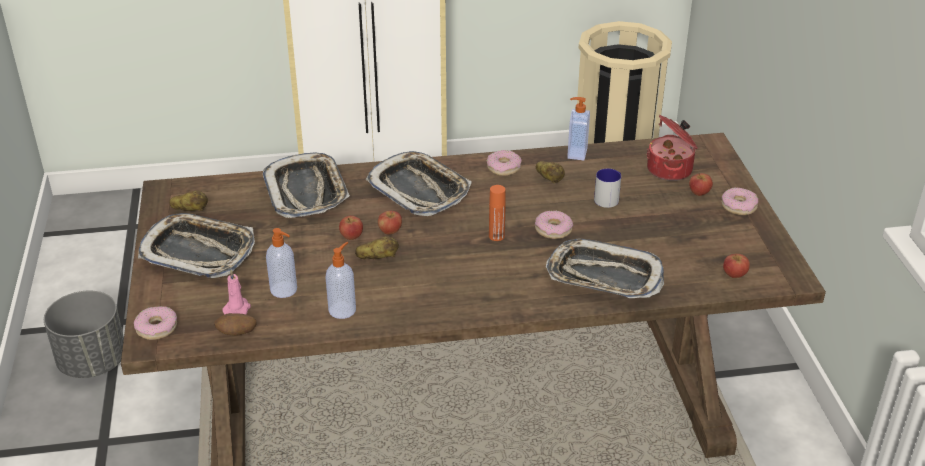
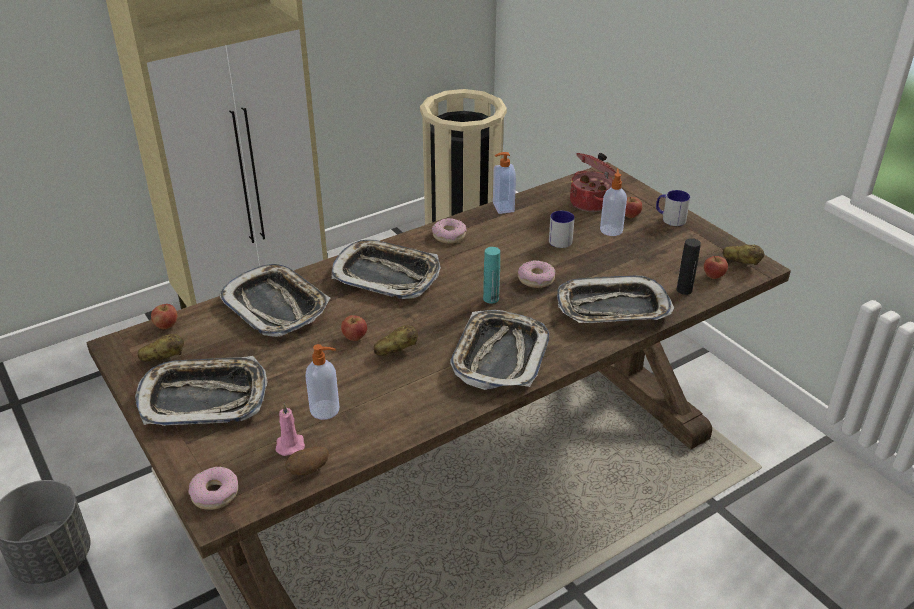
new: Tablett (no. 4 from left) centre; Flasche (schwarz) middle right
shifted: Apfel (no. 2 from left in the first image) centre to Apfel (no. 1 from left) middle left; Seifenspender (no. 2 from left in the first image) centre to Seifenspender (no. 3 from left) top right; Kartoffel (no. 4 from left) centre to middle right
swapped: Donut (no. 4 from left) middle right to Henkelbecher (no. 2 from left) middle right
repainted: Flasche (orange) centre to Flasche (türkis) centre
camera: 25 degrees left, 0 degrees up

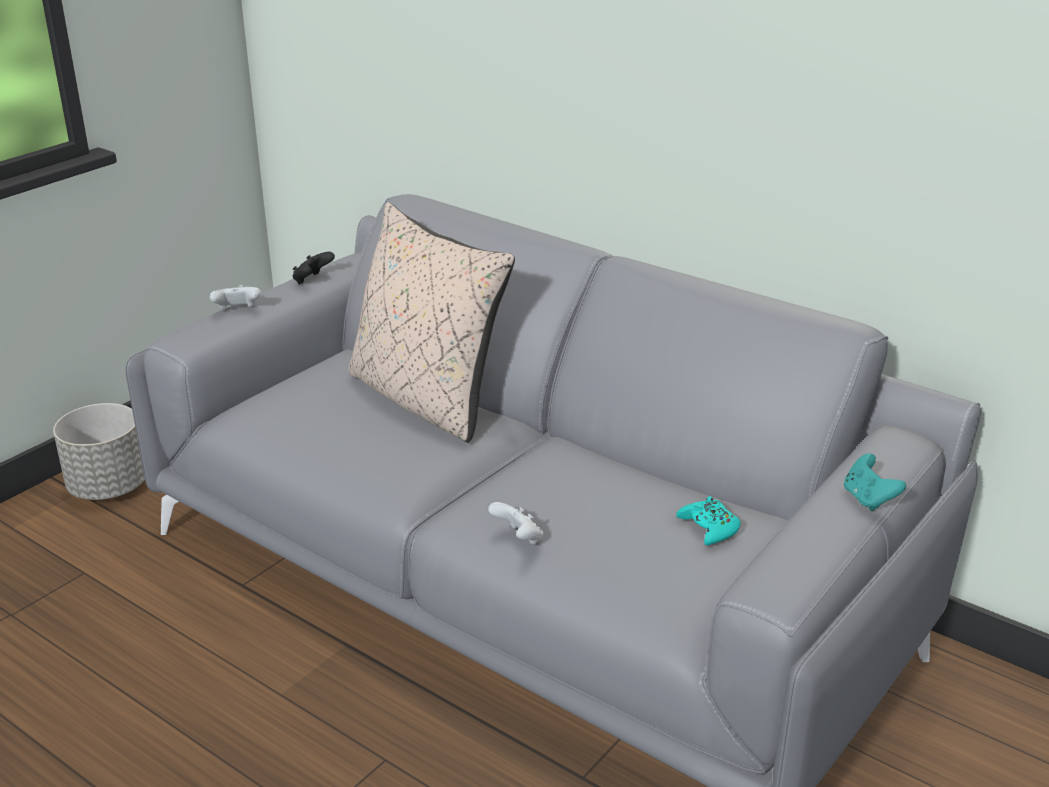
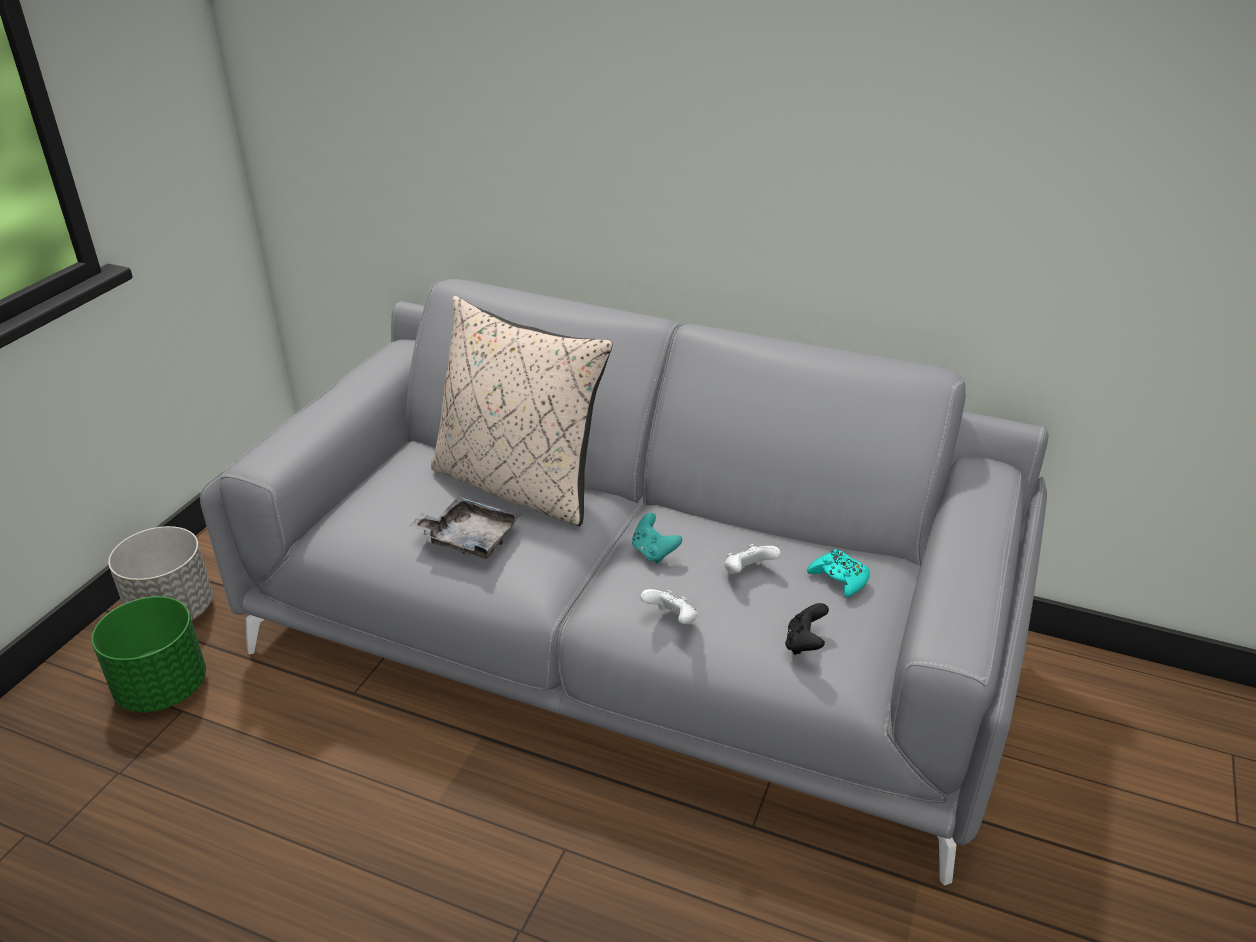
new: Pflanzkübel (grün) bottom left; Tablett (grau) centre
shifted: Gamepad (türkis) (no. 2 from left in the first image) middle right to Gamepad (türkis) (no. 1 from left) centre; Gamepad (weiß) (no. 1 from left in the first image) middle left to Gamepad (weiß) (no. 2 from left) centre; Gamepad (schwarz) middle left to bottom centre
camera: 15 degrees left, 5 degrees up

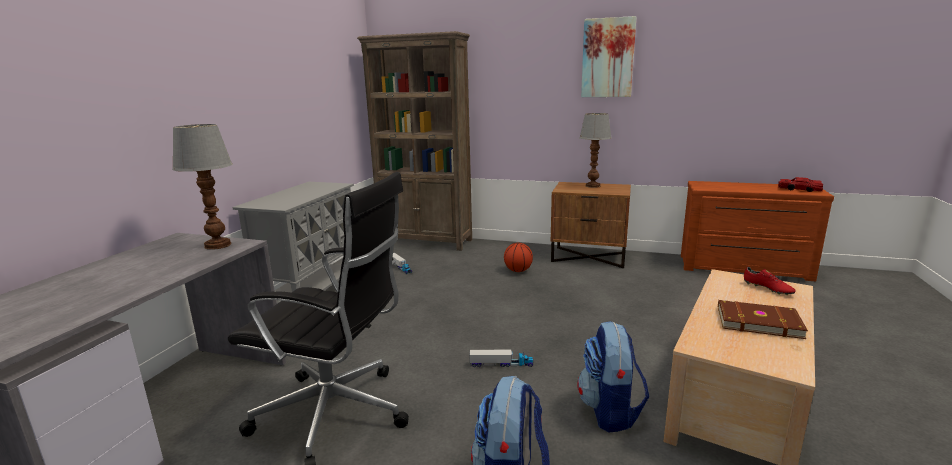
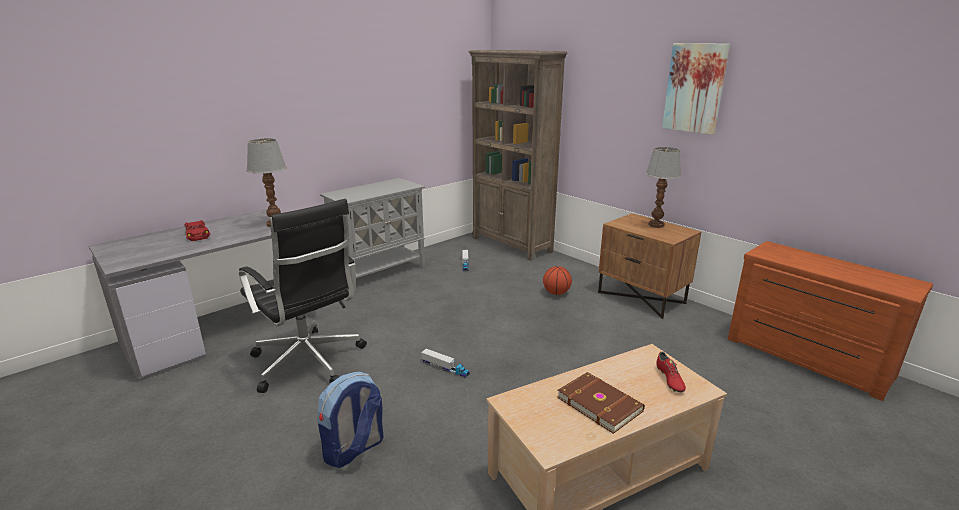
gone: Rucksack (no. 2 from left) bottom centre
shifted: Spielzeugauto (rot) middle right to middle left
camera: 30 degrees right, 5 degrees up

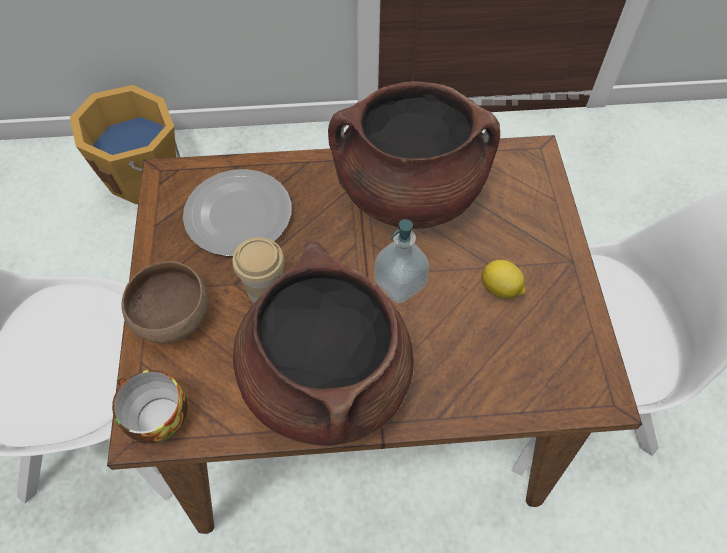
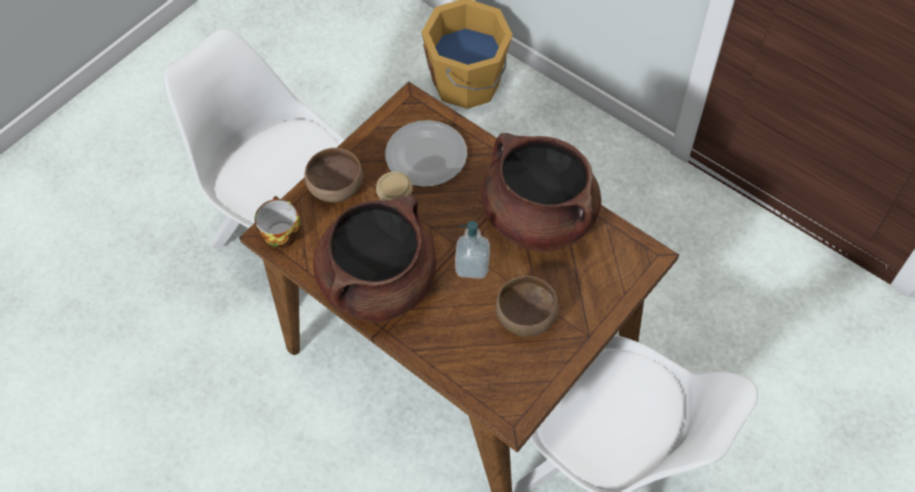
swapped: Zitrone middle right to Schüssel (braun) (no. 2 from left) centre
camera: 45 degrees right, 0 degrees up

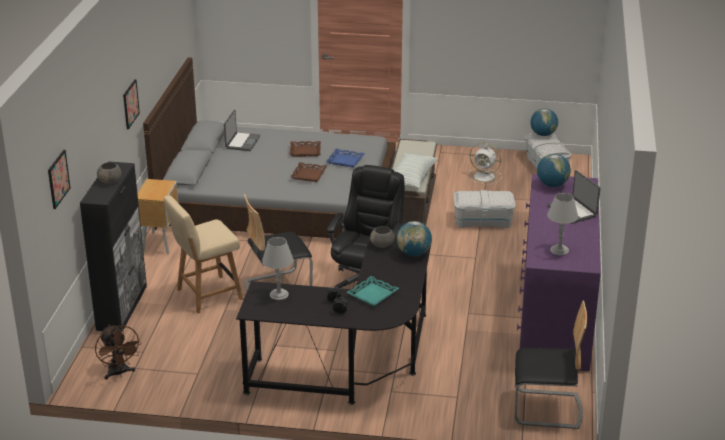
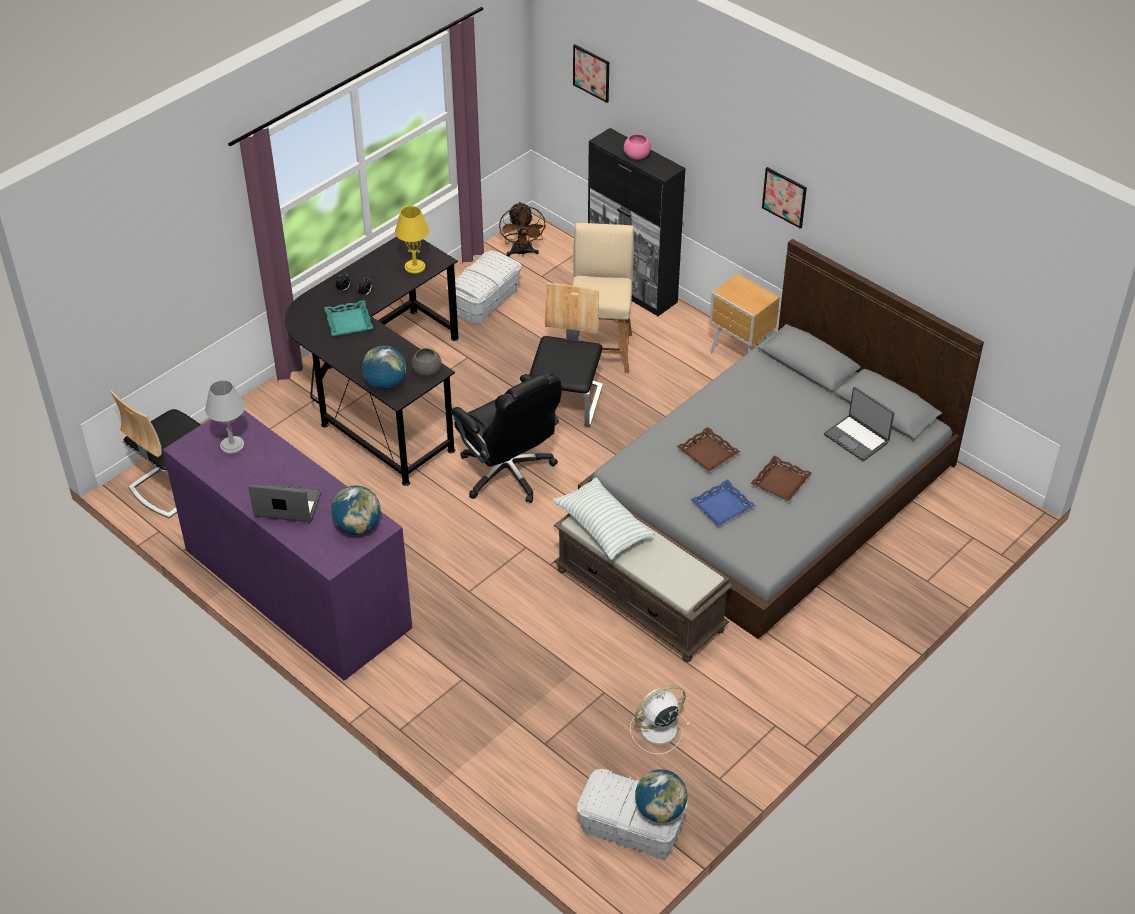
shifted: Aufbewahrungsbox (weiß) (no. 1 from left) middle right to top centre
repainted: Tischlampe (grau) (no. 1 from left) centre to Tischlampe (gelb) top centre; Schüssel (grau) (no. 1 from left) middle left to Schüssel (rosa) top centre
rotated: Ventilator (braun) bottom left = top centre 105 degrees counterclockwise
camera: 125 degrees right, 15 degrees up

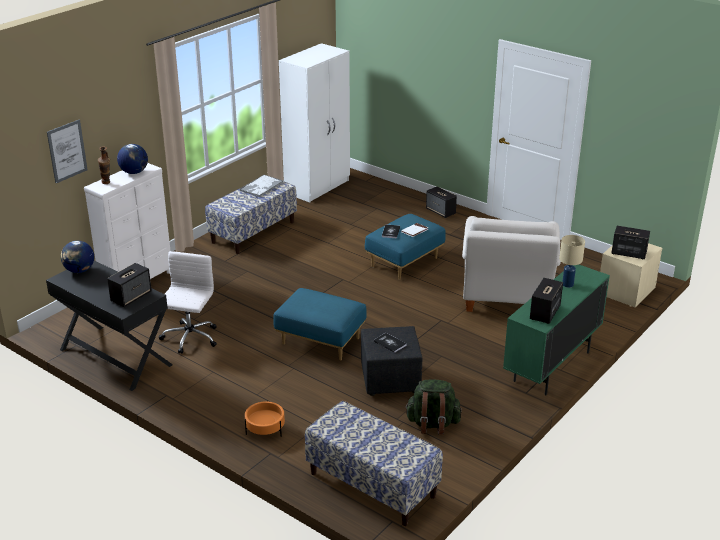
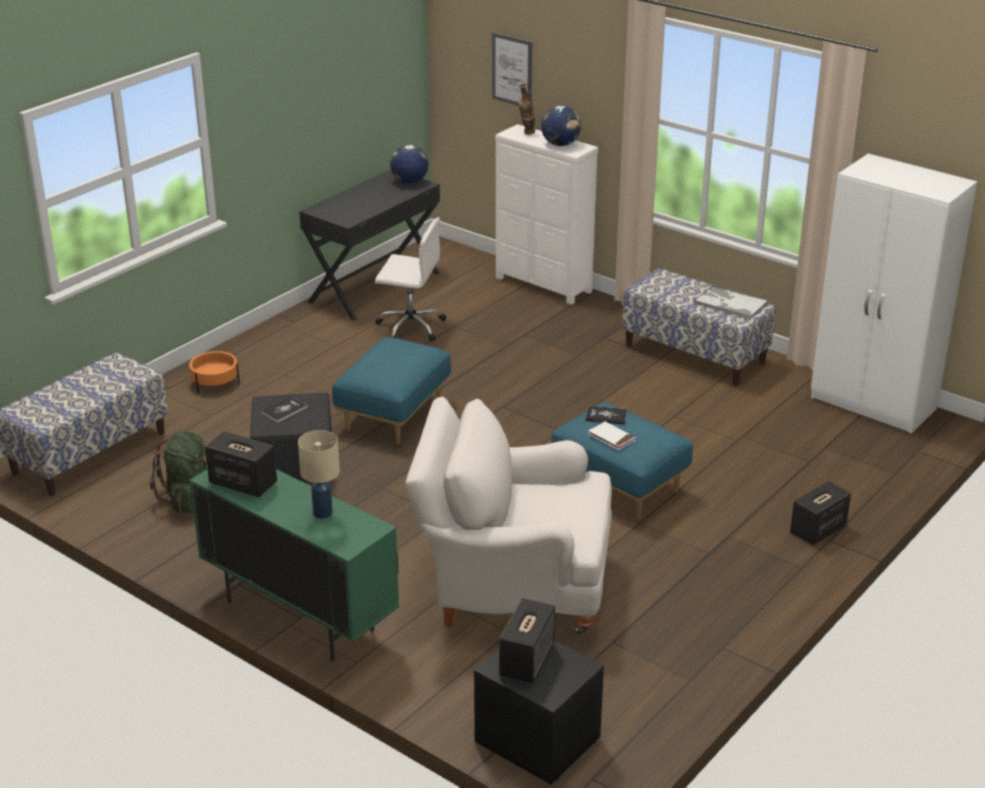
gone: Lautsprecher (no. 1 from left) middle left
repainted: Nachttisch (beige) middle right to Nachttisch (schwarz) bottom centre
camera: 90 degrees right, 0 degrees up

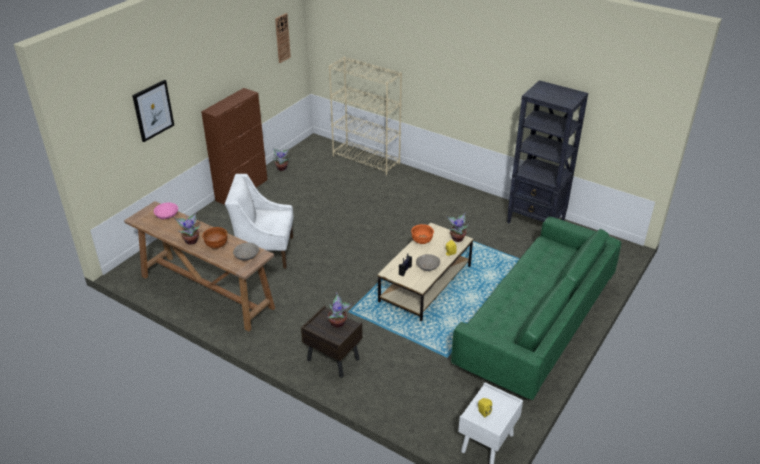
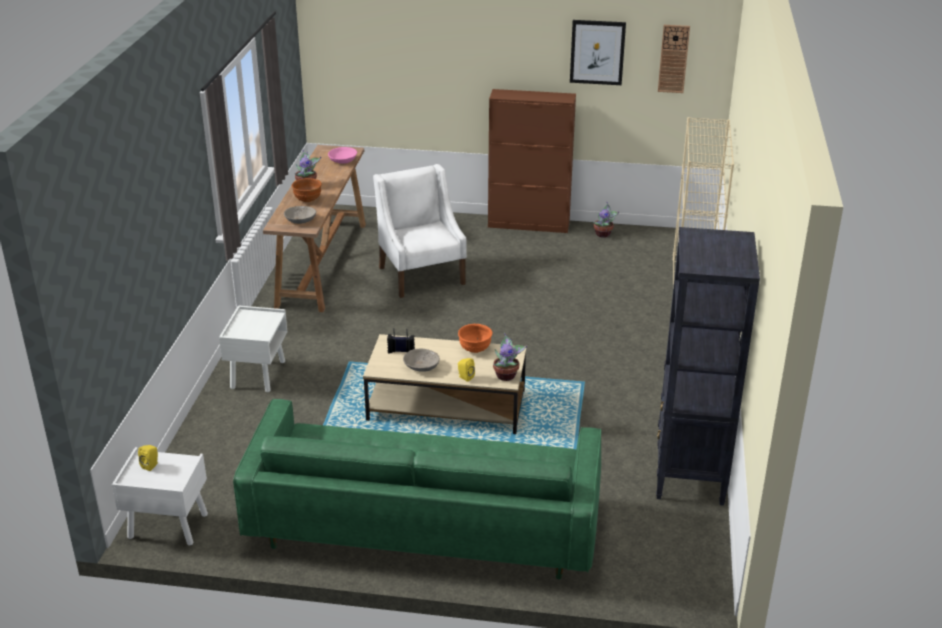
gone: Topfpflanze (no. 3 from left) bottom centre
shifted: Bild top left to top centre
repainted: Nachttisch (braun) bottom centre to Nachttisch (weiß) (no. 2 from left) middle left
camera: 65 degrees right, 5 degrees down

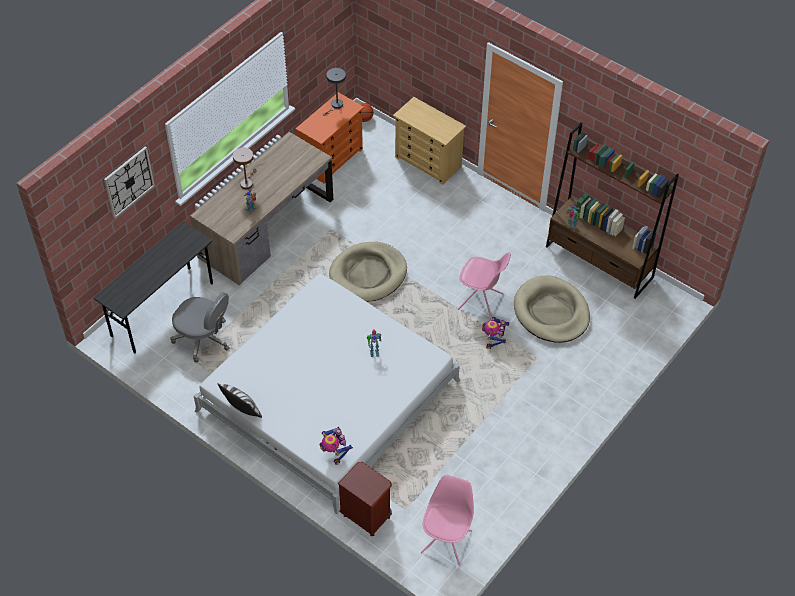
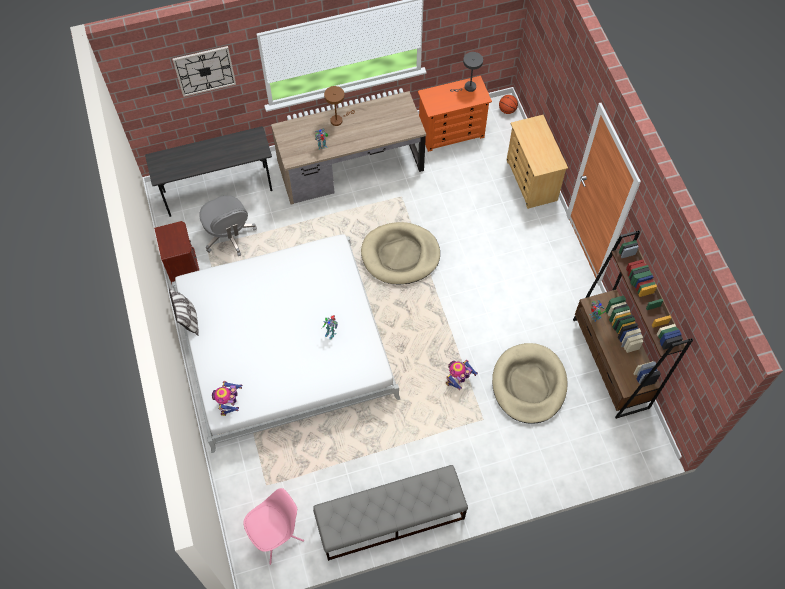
gone: Stuhl (rosa) (no. 2 from left) centre
new: Bank (grau) bottom centre
shifted: Nachttisch (braun) bottom centre to middle left
camera: 35 degrees right, 10 degrees up

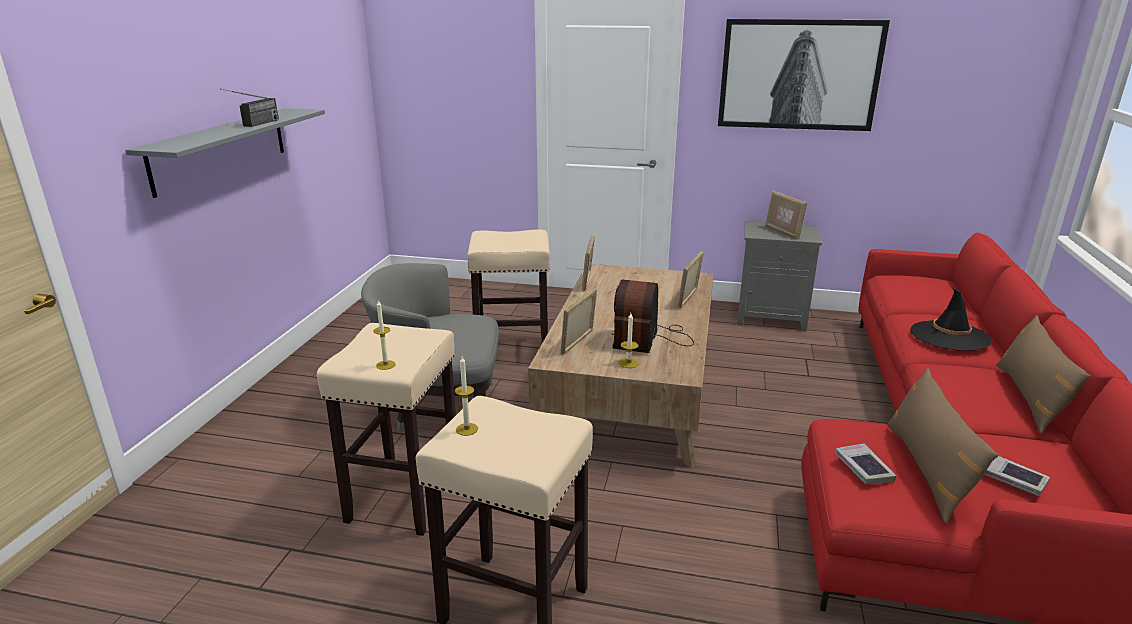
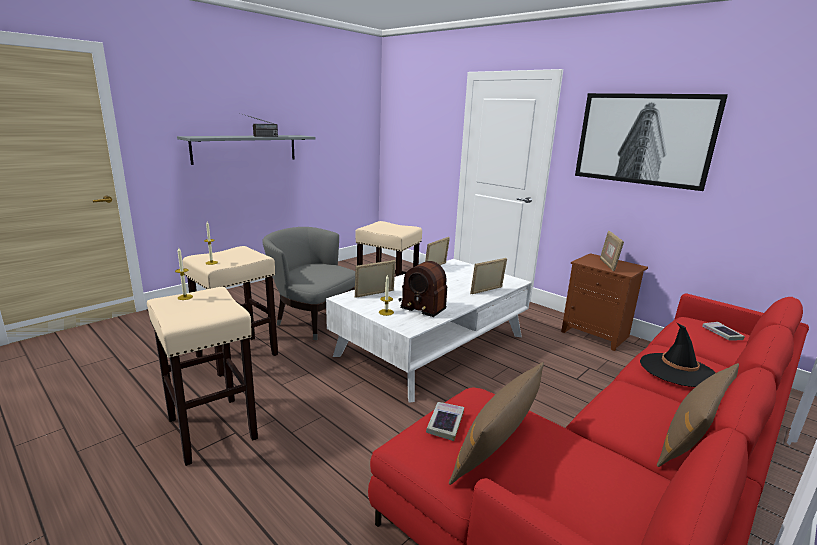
shifted: Buch (no. 2 from left) bottom right to middle right
repainted: Couchtisch (braun) centre to Couchtisch (weiß) centre; Nachttisch (grau) middle right to Nachttisch (braun) middle right
rotated: Radio (no. 2 from left) centre = centre 105 degrees counterclockwise
camera: 30 degrees right, 5 degrees down

